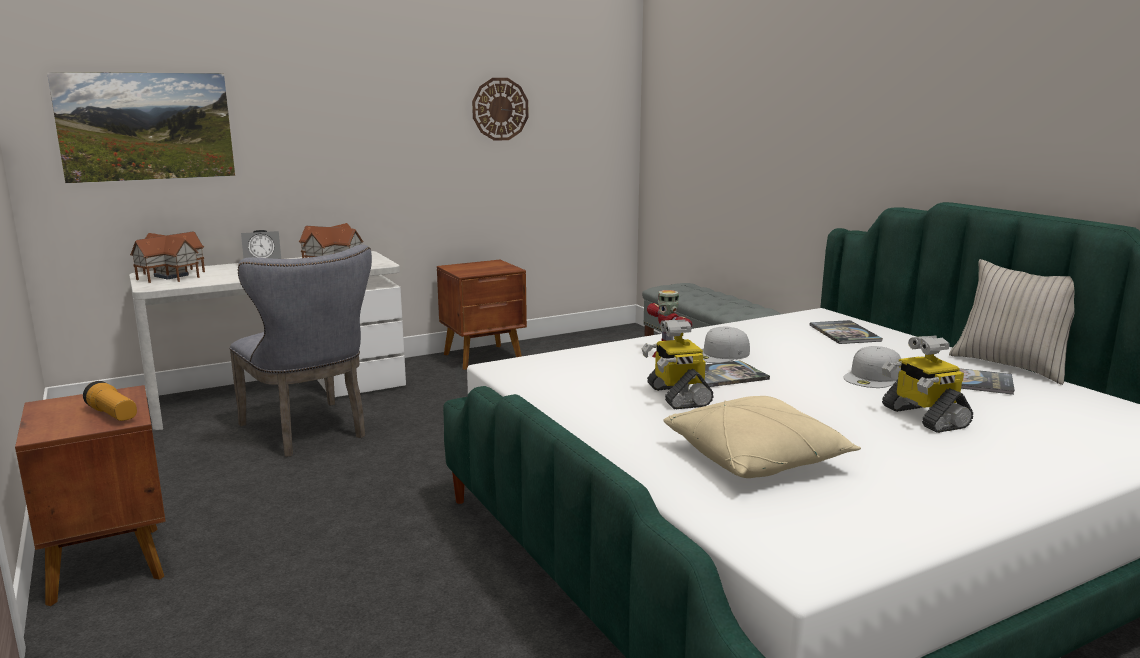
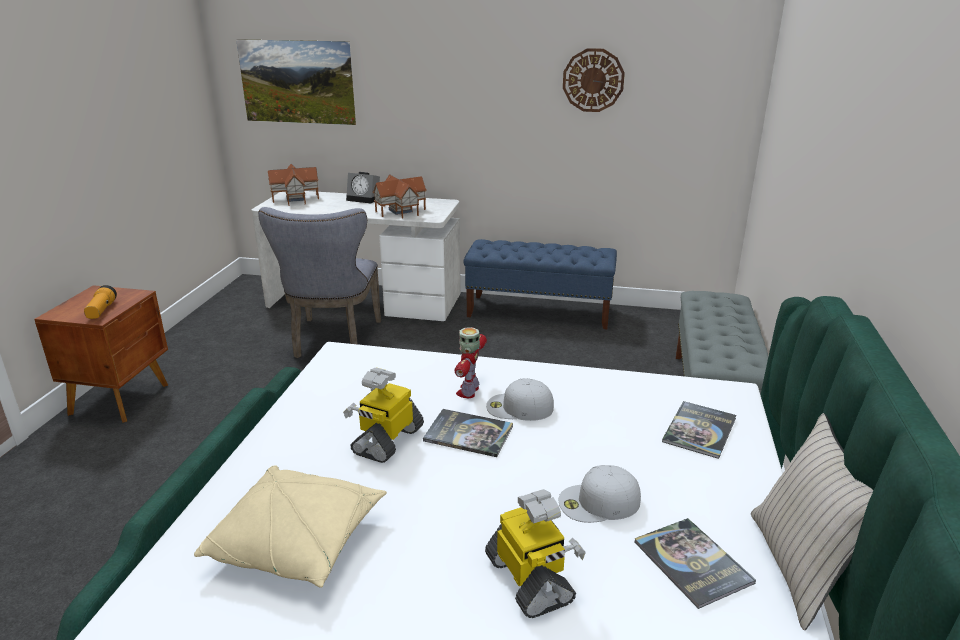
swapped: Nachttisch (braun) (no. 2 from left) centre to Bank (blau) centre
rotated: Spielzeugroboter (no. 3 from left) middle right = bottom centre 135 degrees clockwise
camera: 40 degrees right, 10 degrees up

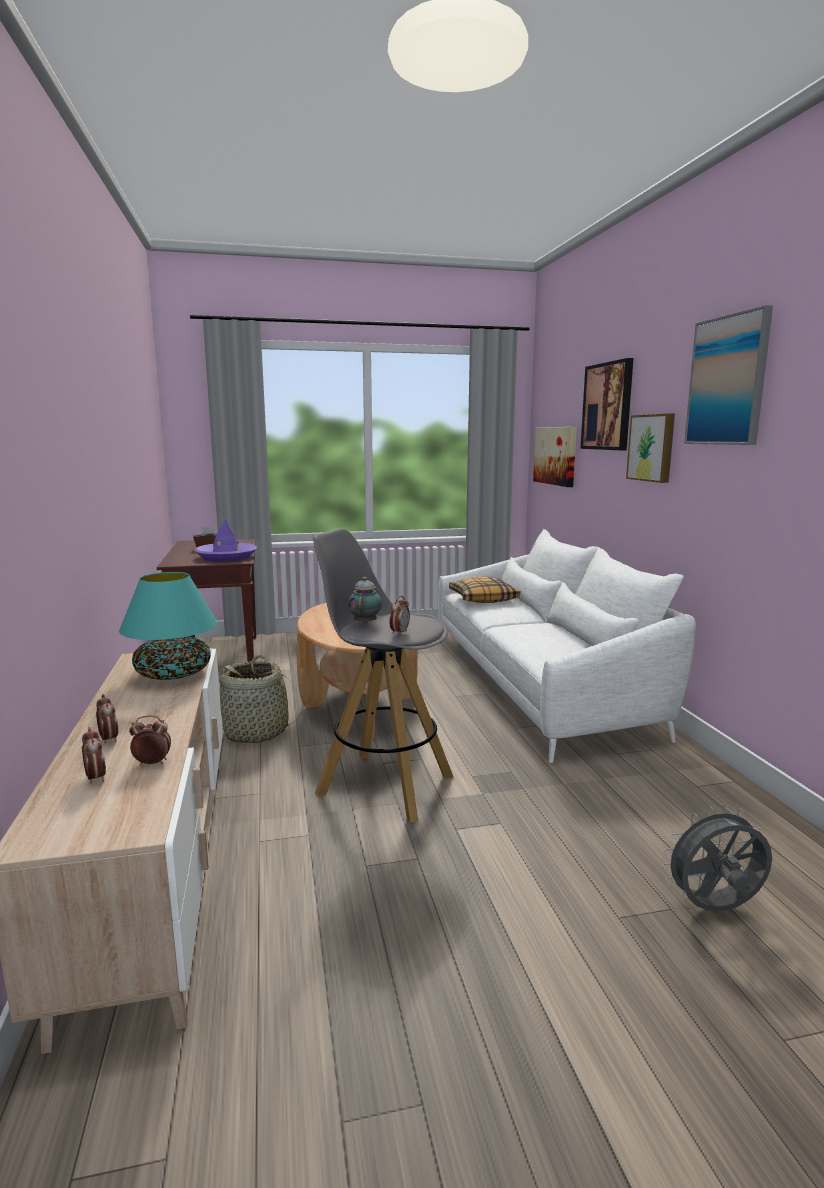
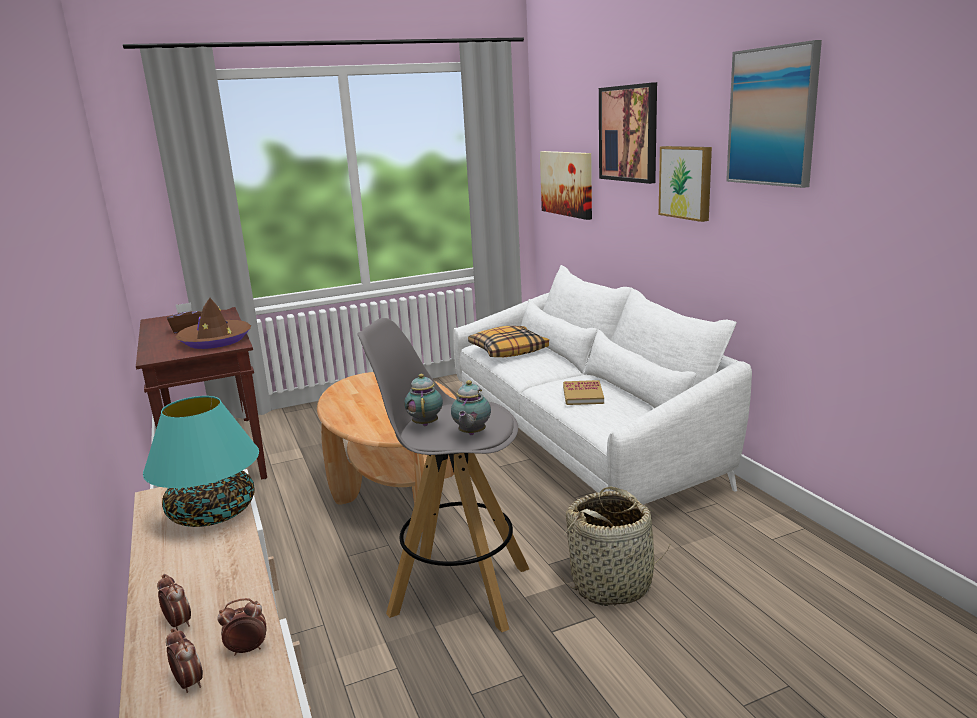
gone: Ventilator (grau) bottom right
new: Buch centre
shifted: Korb middle left to bottom centre
swapped: Wecker (no. 4 from left) centre to Teekanne (no. 2 from left) centre
repainted: Hut (lila) middle left to Hut (braun) middle left
camera: 10 degrees left, 5 degrees up

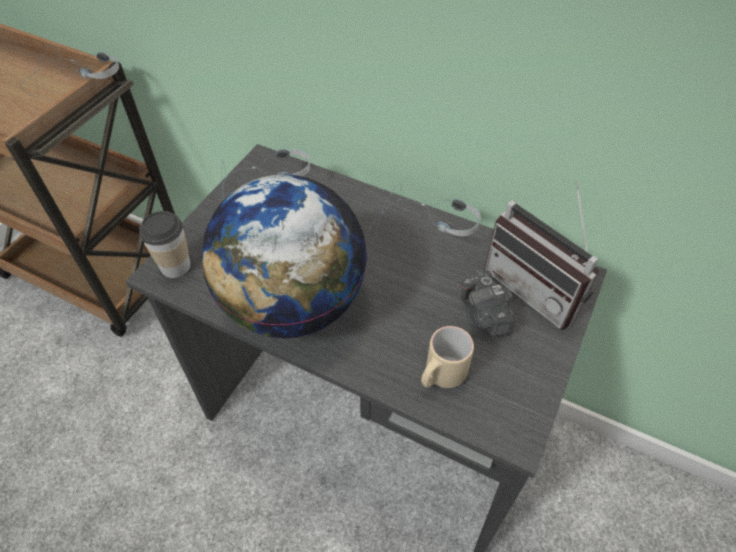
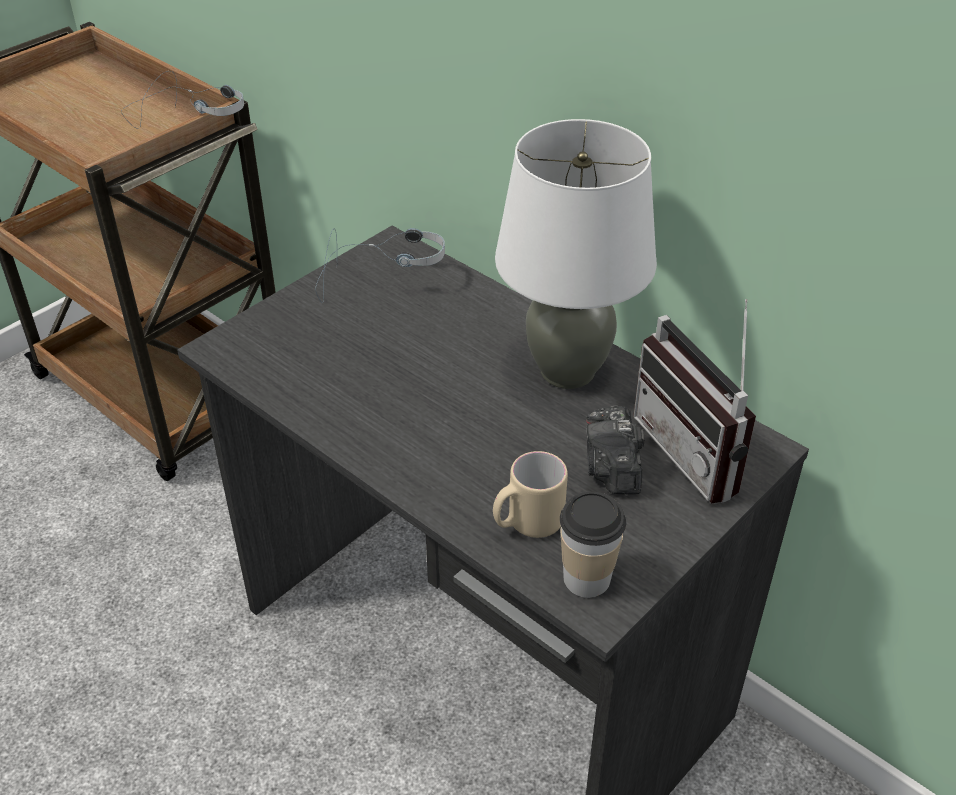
gone: Globus centre
shifted: Tasse middle left to bottom centre
swapped: Kopfhörer (no. 3 from left) centre to Tischlampe (weiß) top centre
camera: 15 degrees right, 10 degrees down

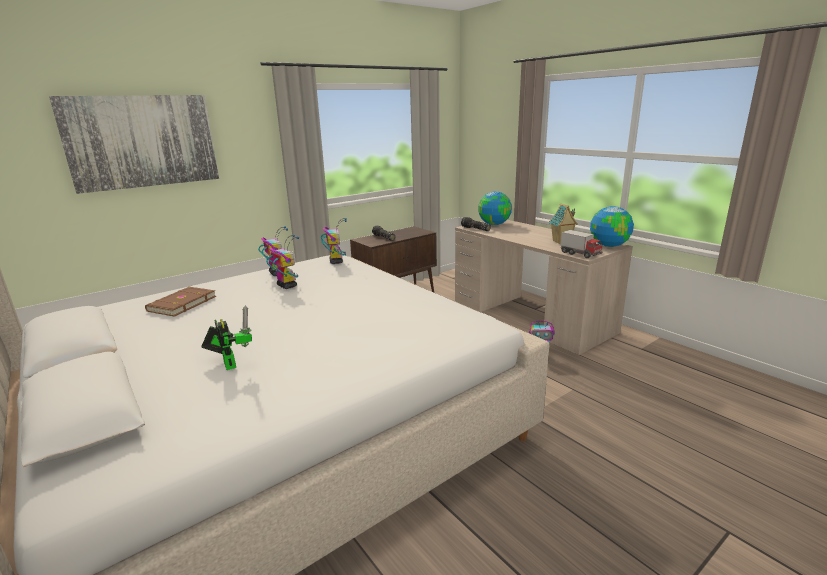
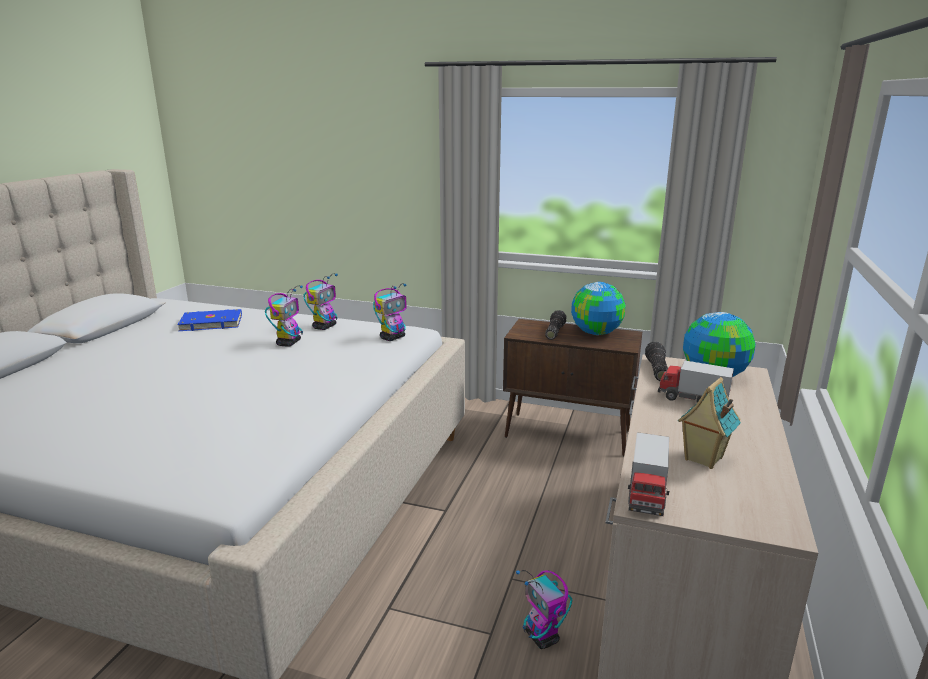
gone: Bild top left; Spielzeugroboter (no. 1 from left) middle left
new: Spielzeuglaster (no. 2 from left) middle right
shifted: Globus (no. 2 from left in the first image) middle right to Globus (no. 1 from left) centre
repainted: Buch (braun) middle left to Buch (blau) middle left
camera: 55 degrees right, 0 degrees up

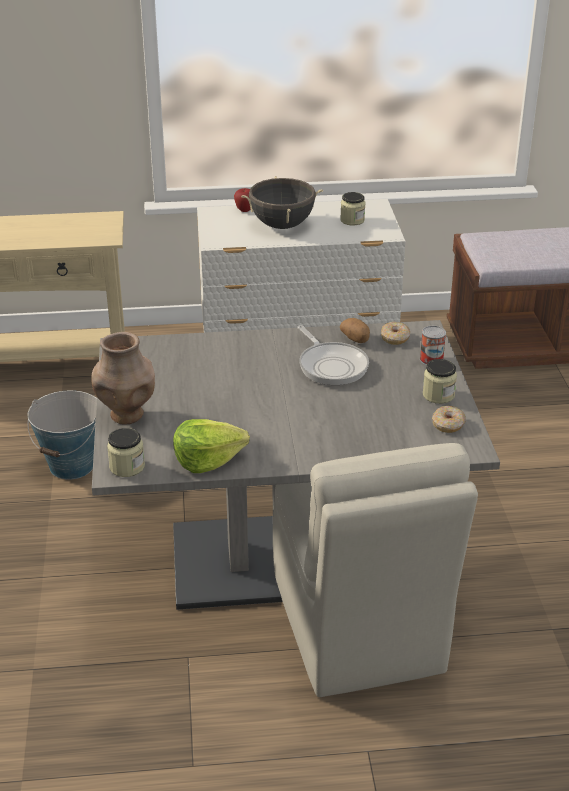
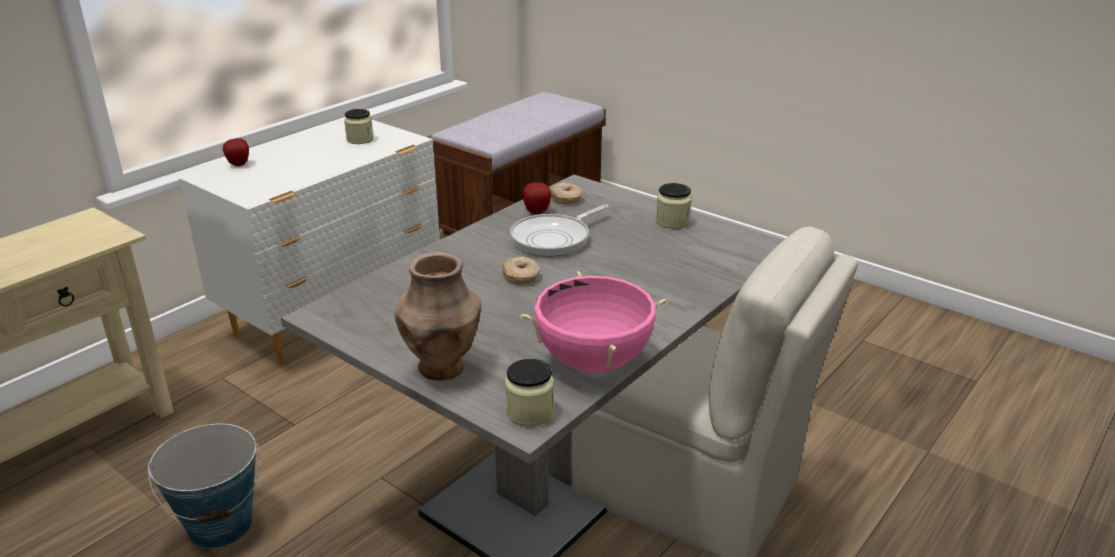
gone: Kochtopf (schwarz) top centre; Dose middle right
shifted: Donut (no. 2 from left in the first image) middle right to Donut (no. 1 from left) centre
swapped: Salatkopf centre to Kochtopf (rosa) centre; Kartoffel centre to Apfel (no. 2 from left) centre
rotated: Pfanne centre = centre 120 degrees clockwise
camera: 45 degrees left, 5 degrees down

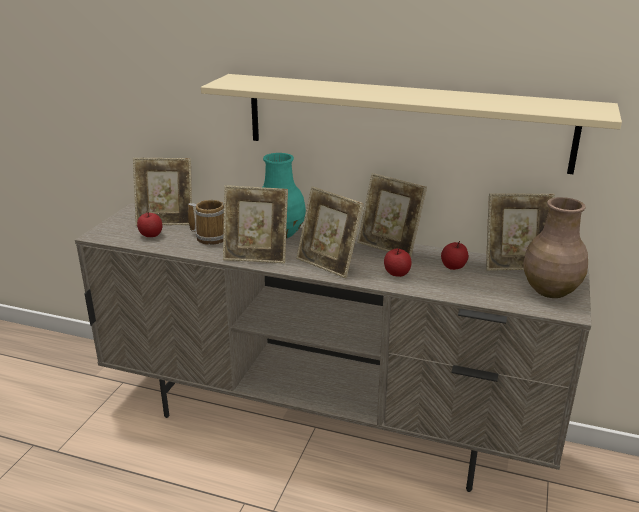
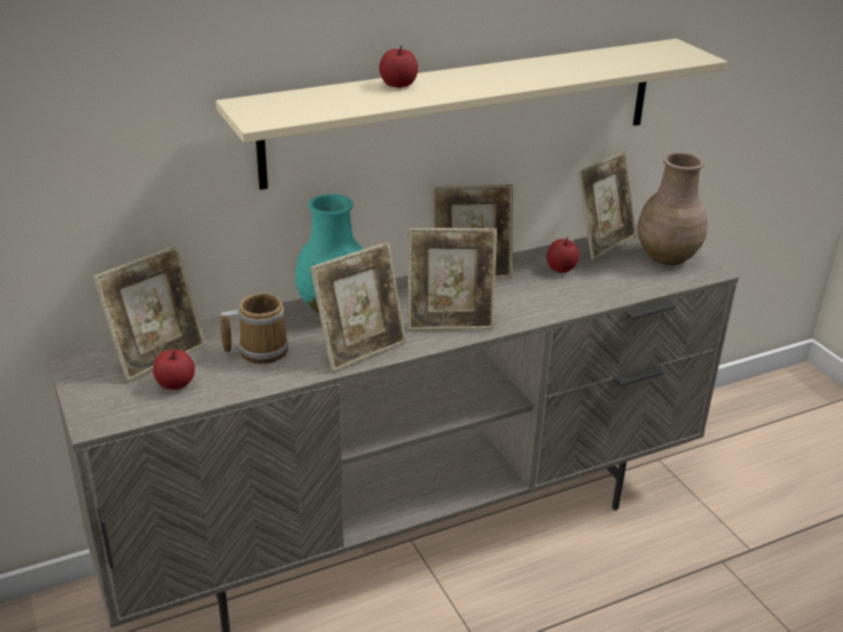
shifted: Apfel (no. 2 from left) centre to top centre
camera: 45 degrees left, 5 degrees up

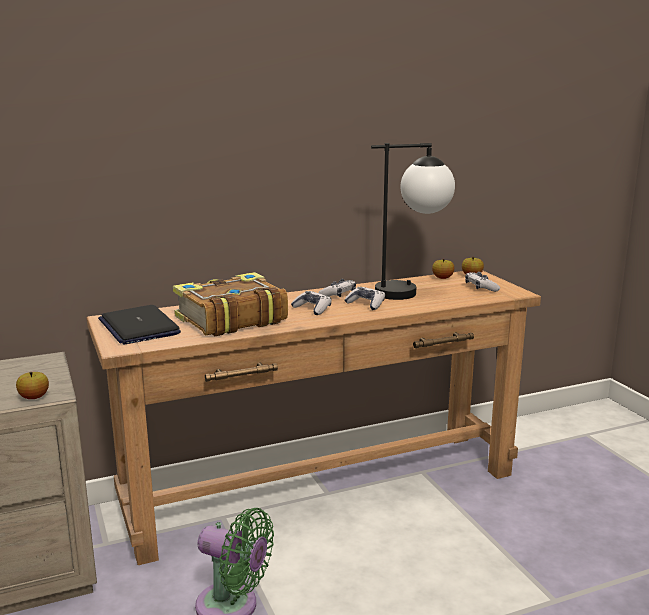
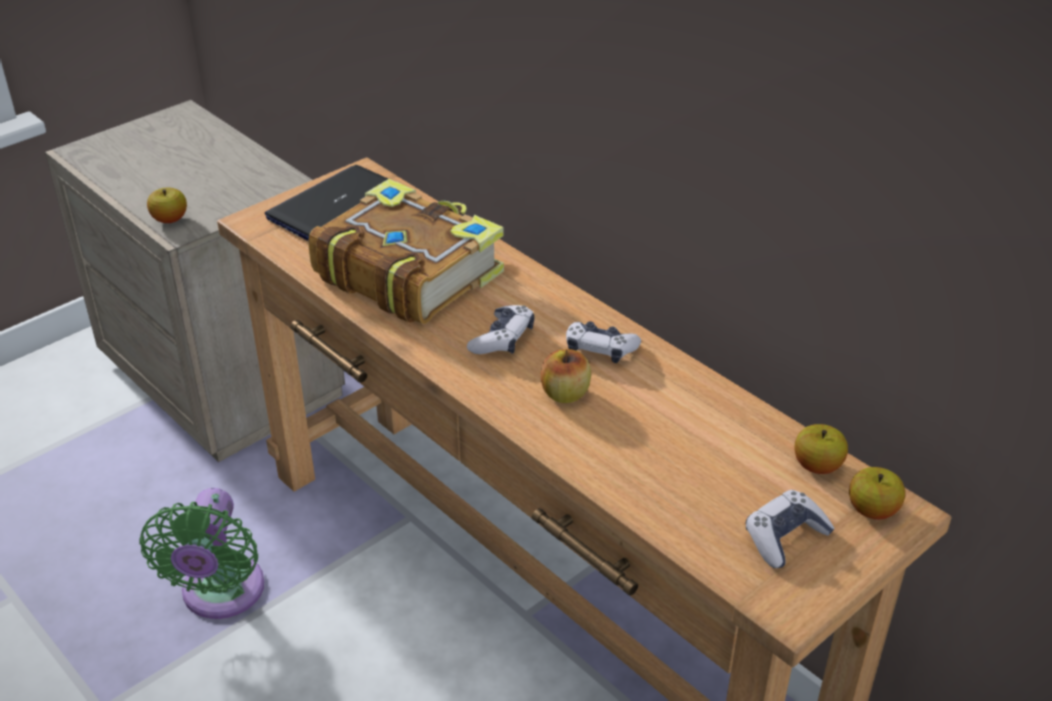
gone: Tischlampe centre
swapped: Gamepad (no. 3 from left) centre to Apfel (no. 2 from left) centre
camera: 70 degrees right, 20 degrees up

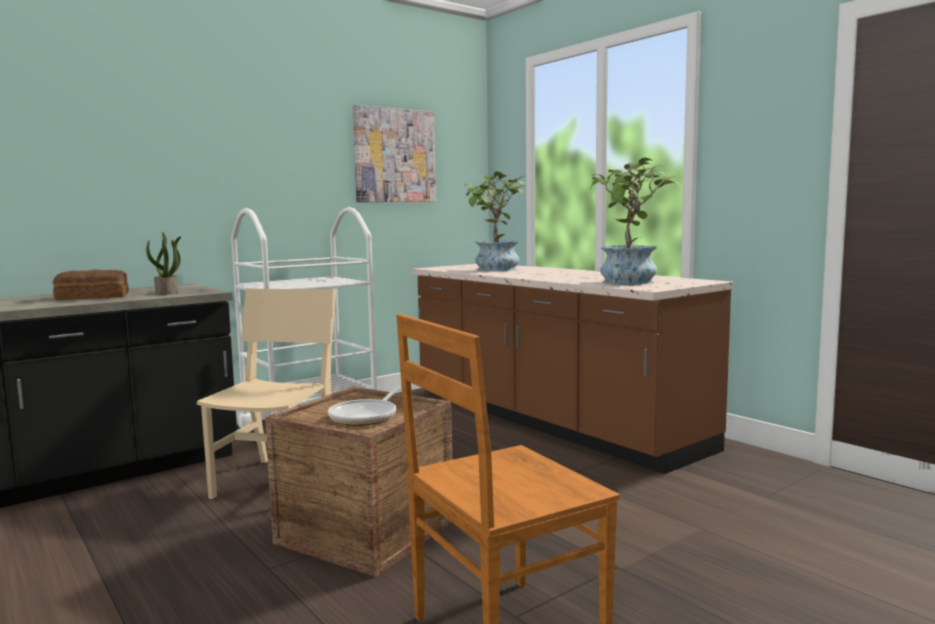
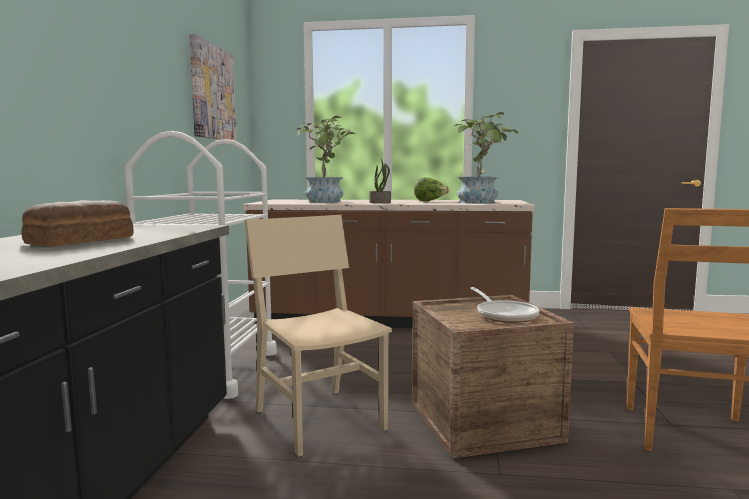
new: Salatkopf centre
shifted: Topfpflanze (no. 1 from left in the first image) middle left to Topfpflanze (no. 2 from left) centre
camera: 45 degrees left, 0 degrees up

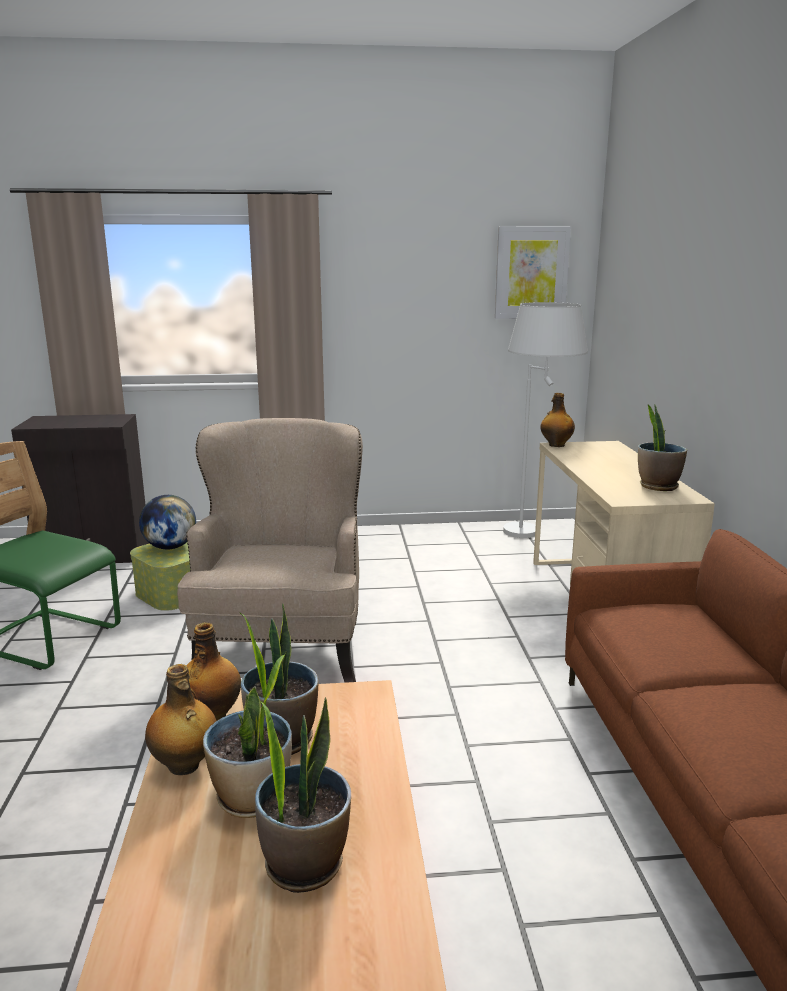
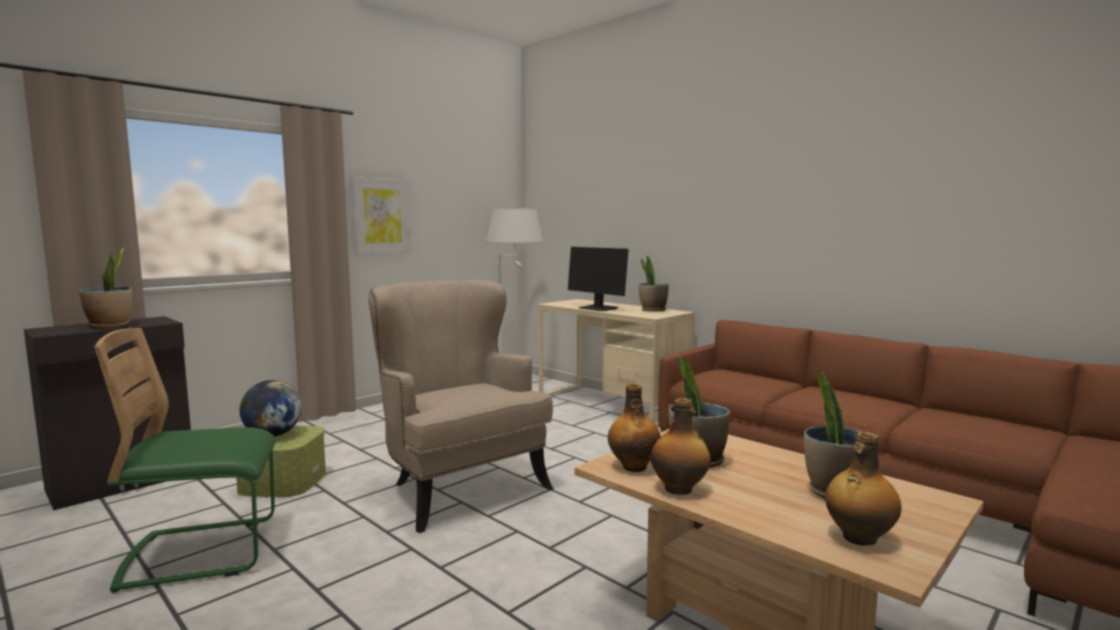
new: Monitor centre
shifted: Topfpflanze (no. 1 from left) bottom left to middle left; Bild top right to centre; Flasche (no. 3 from left) middle right to bottom right
camera: 40 degrees left, 10 degrees down

